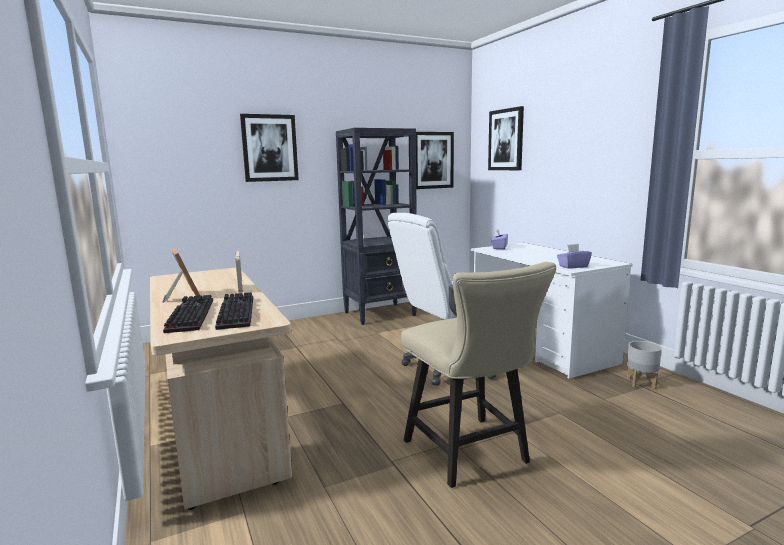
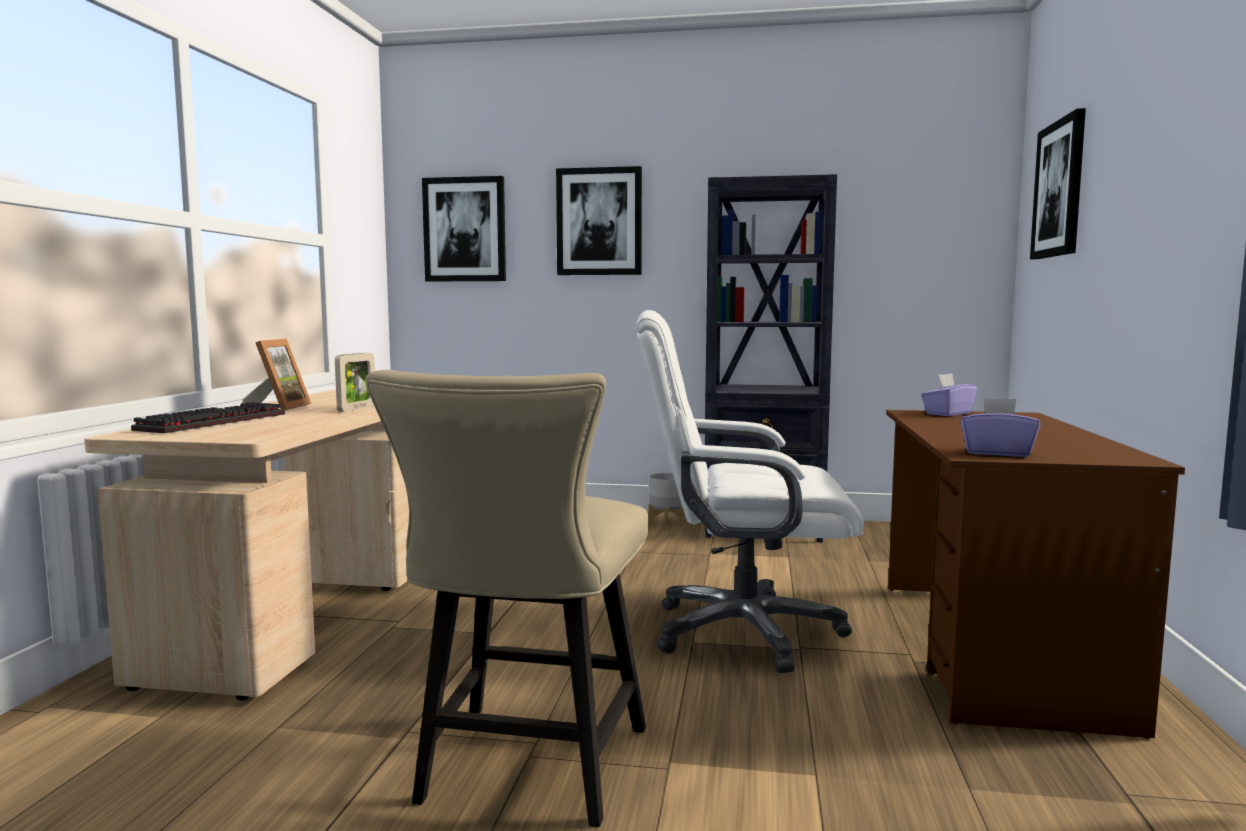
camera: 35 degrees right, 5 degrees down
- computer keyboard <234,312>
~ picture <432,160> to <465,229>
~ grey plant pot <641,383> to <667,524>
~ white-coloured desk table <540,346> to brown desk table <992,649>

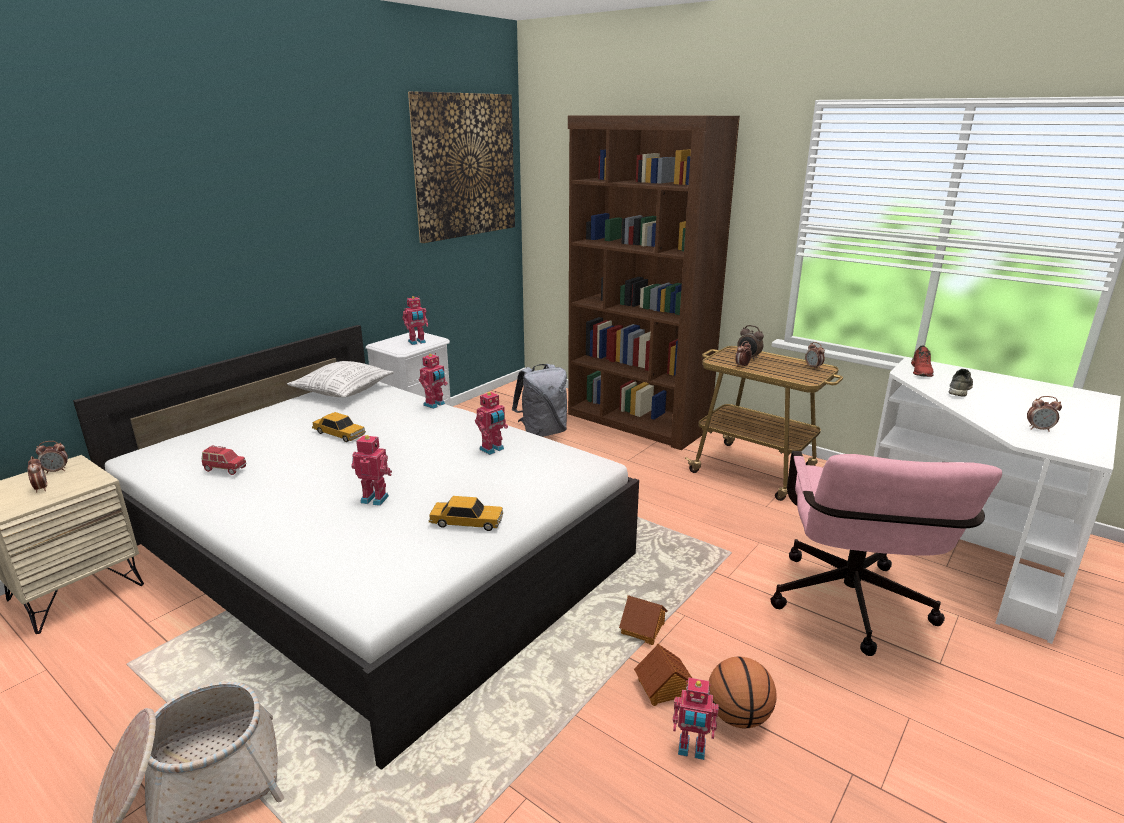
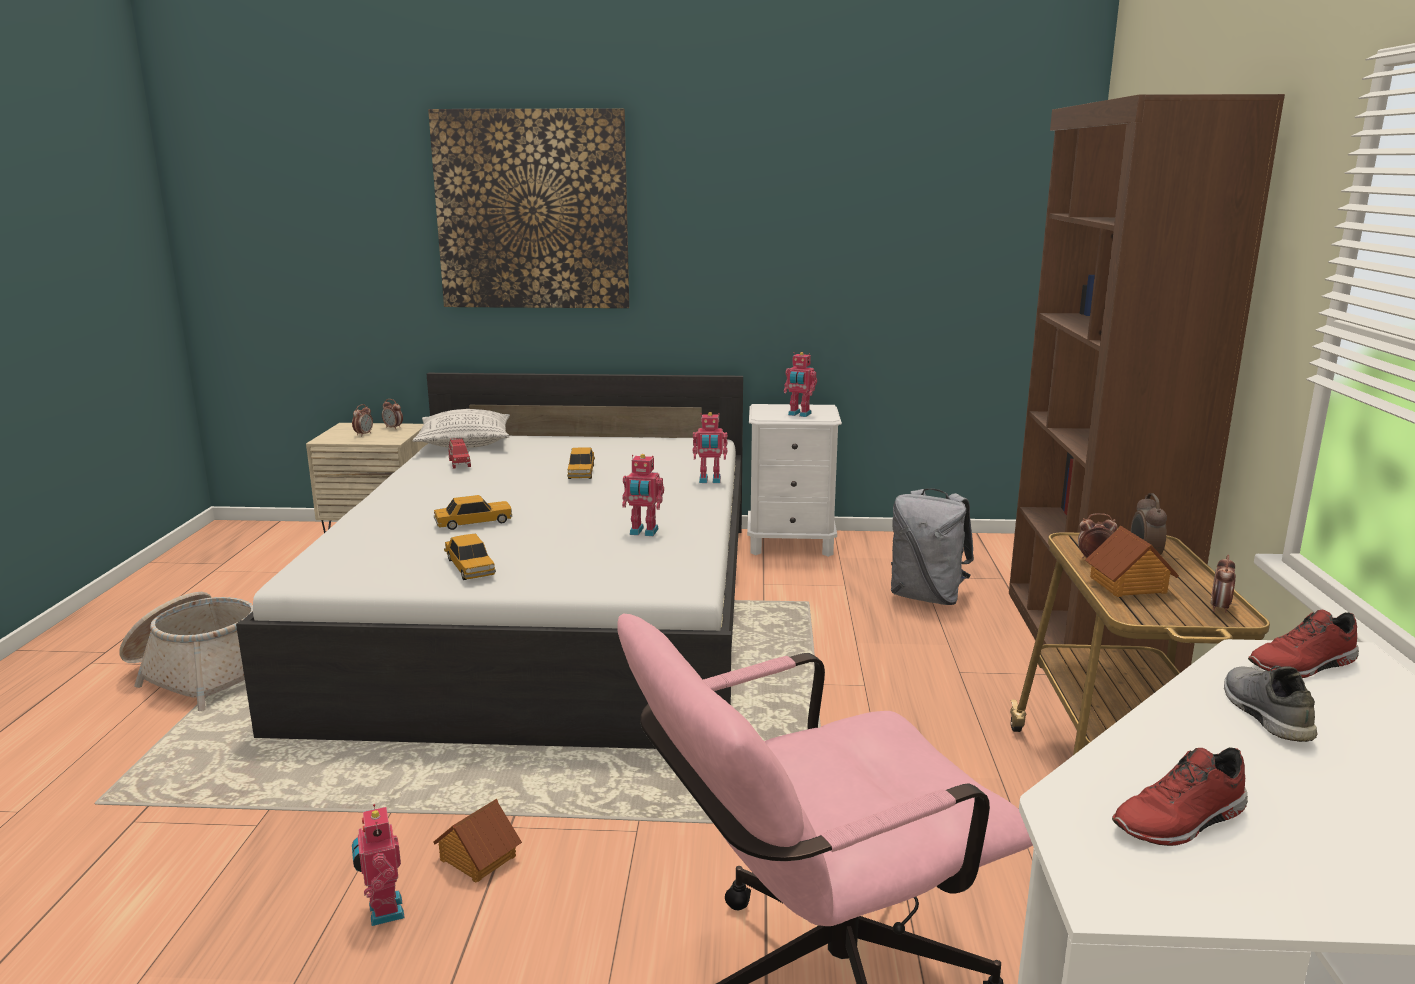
camera: 55 degrees right, 5 degrees down
- basketball ball <738,717>
~ pillow <343,391> to <465,443>
~ picture <465,166> to <532,210>
~ toy house <643,629> to <1128,585>
~ toy robot <375,498> to toy car <474,522>
~ alarm clock <1039,429> to red-coloured item of footwear <1181,822>
~ grey item of footwear <958,390> = <1263,713> 90 degrees counterclockwise

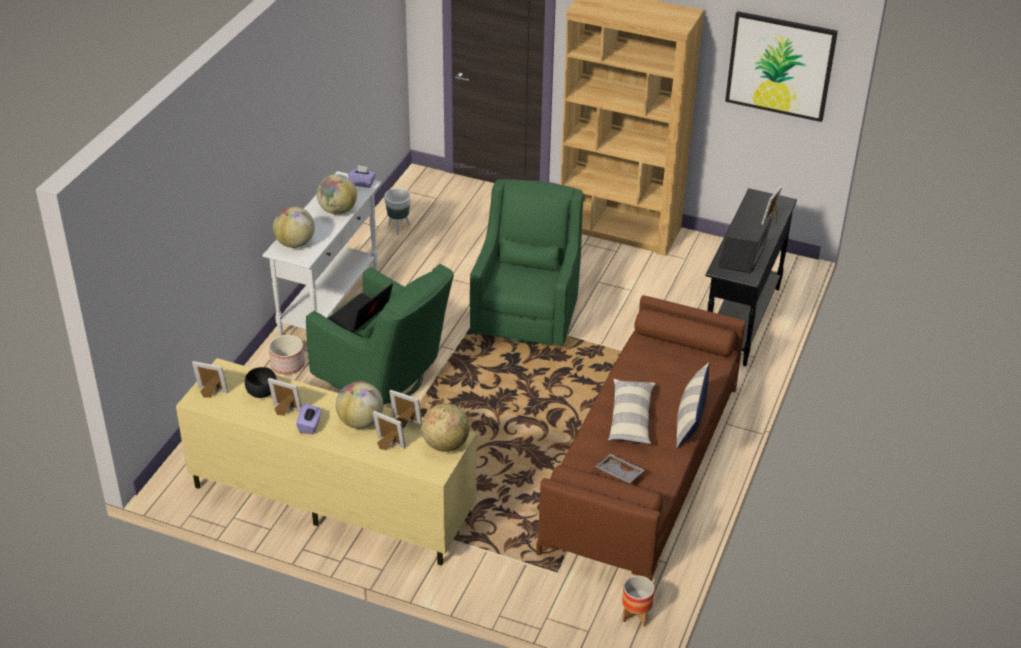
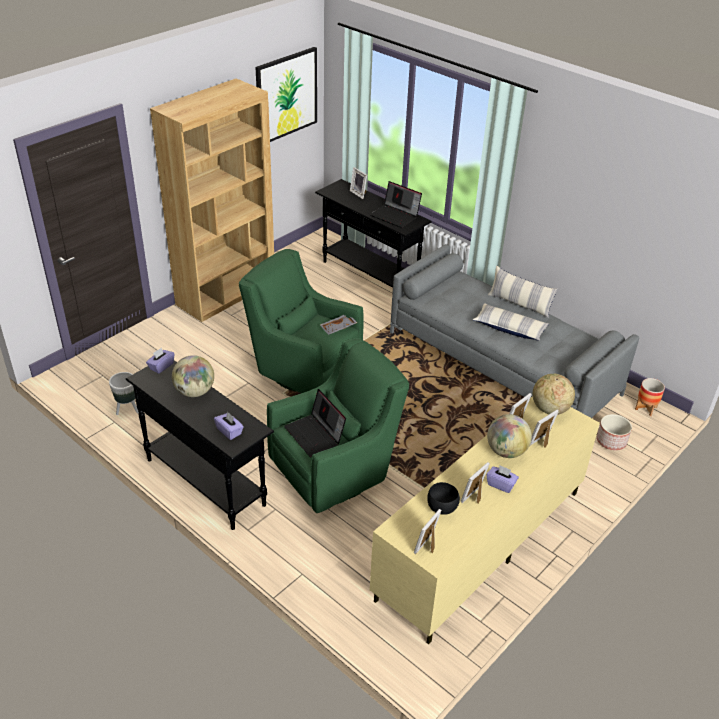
camera: 70 degrees left, 0 degrees up
~ plant pot <287,365> to <611,441>
~ grey tray <618,473> to <338,328>
~ globe <295,243> to purple-coloured tissue box <229,431>
~ white-coloured hall table <330,302> to black-coloured hall table <205,481>
~ brown settee <642,467> to grey settee <502,363>

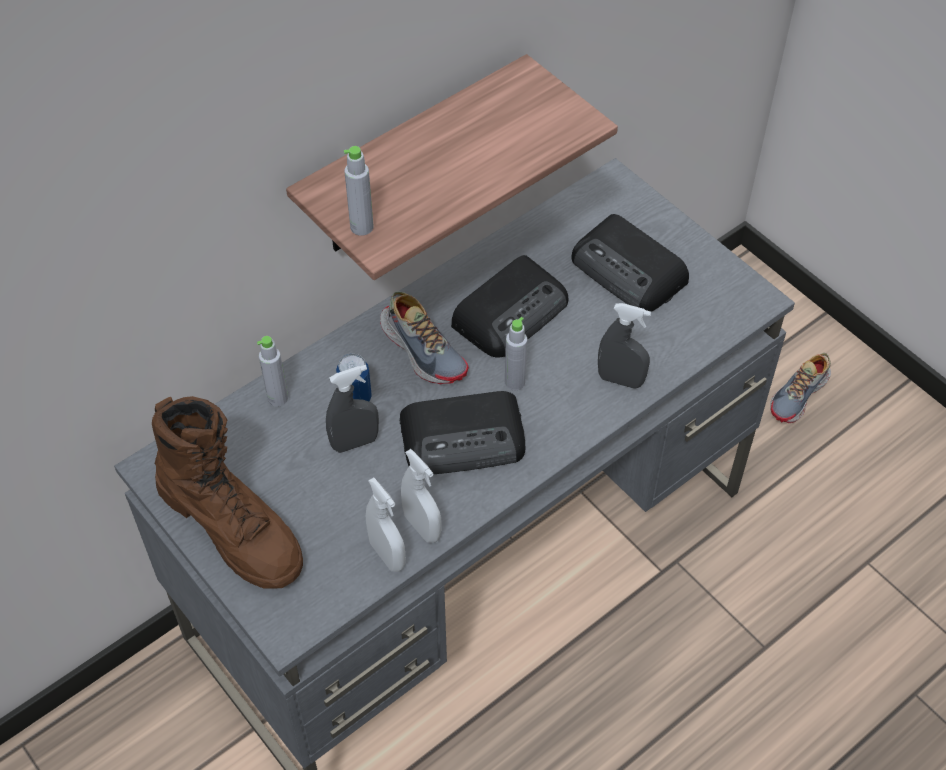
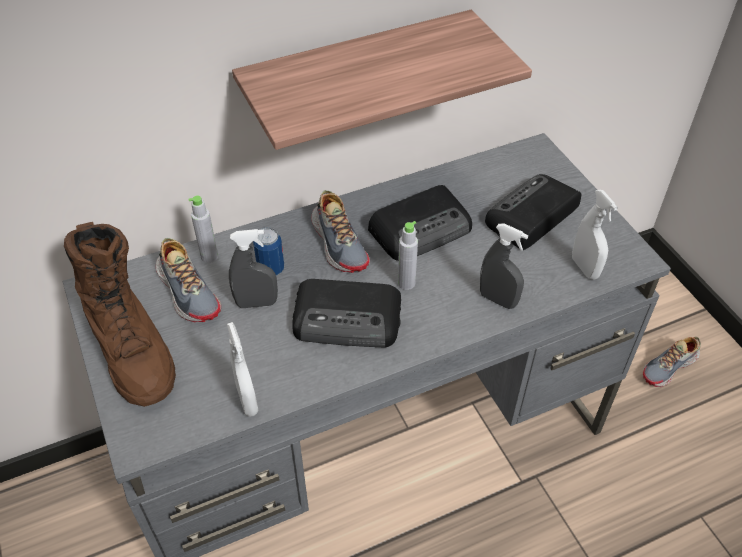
camera: 15 degrees right, 5 degrees down
- grey bottle <361,227>
+ item of footwear <189,291>
~ white-coloured hand sprayer <422,527> to <584,268>
~ radio <629,271> = <531,217> 75 degrees clockwise

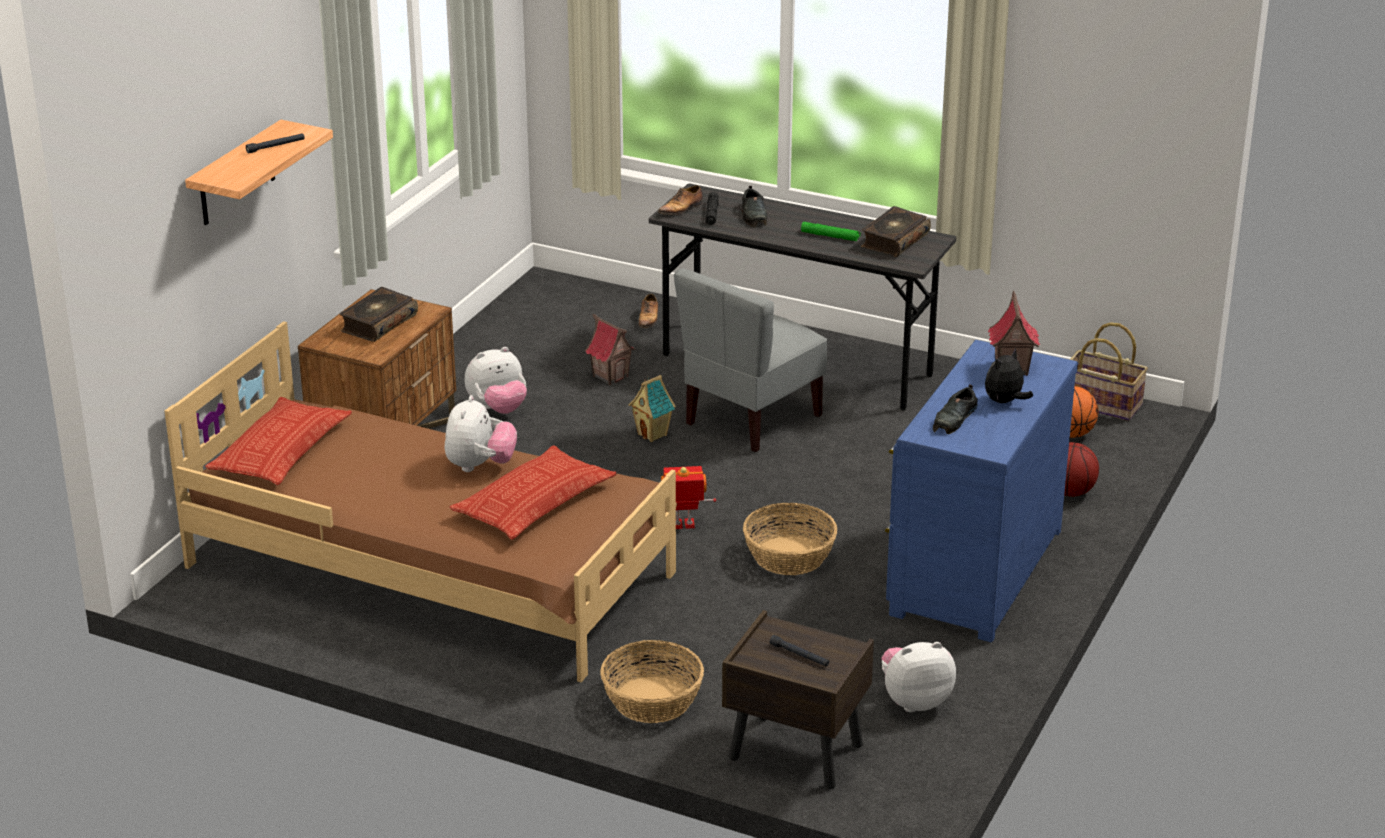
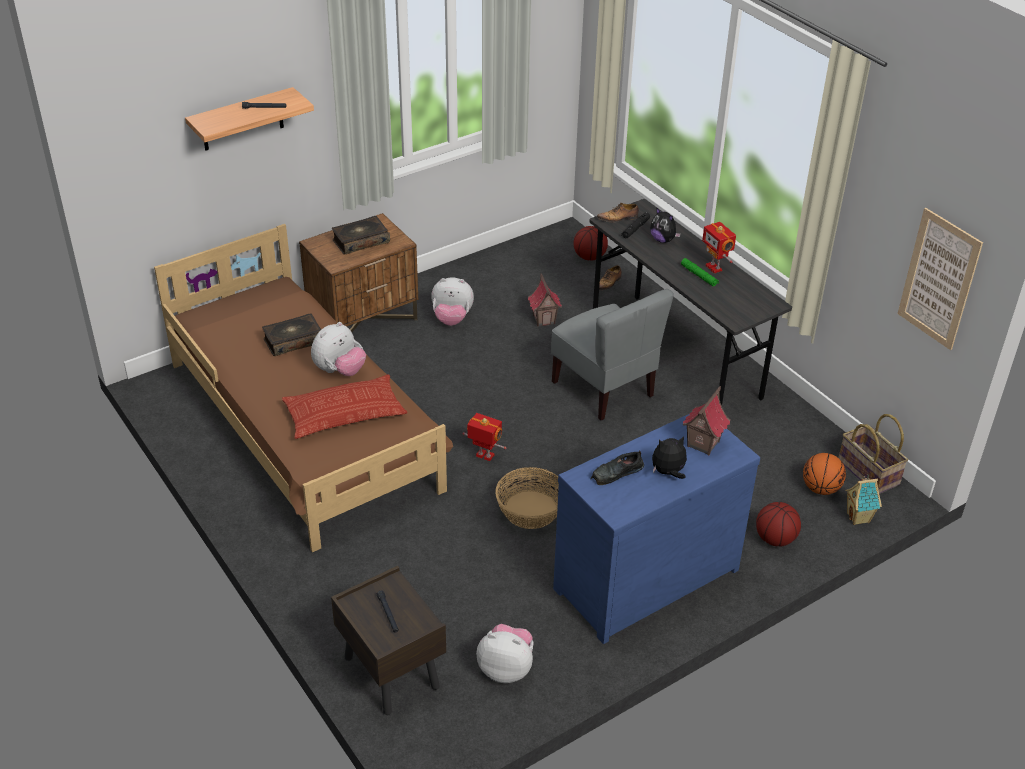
camera: 30 degrees right, 10 degrees up
- pillow <281,451>
- storage basket <651,700>
+ basketball ball <590,257>
+ toy robot <714,267>
+ picture <939,279>
~ toy house <653,434> to <859,518>
~ bound book <894,241> to <293,341>
~ black-coloured item of footwear <754,215> to cuddly toy <663,240>
~ grey chair <751,420> = <604,388> 105 degrees counterclockwise

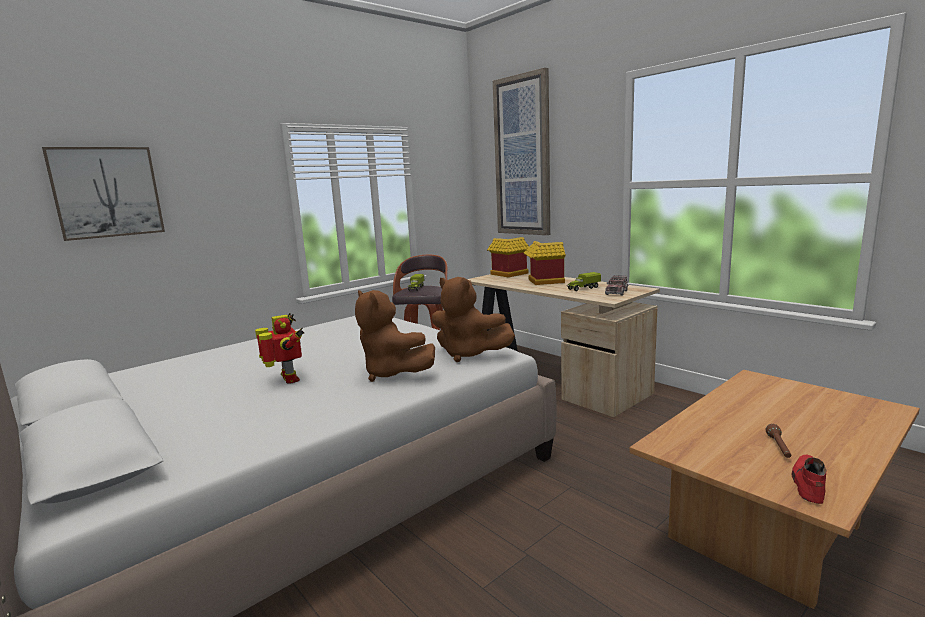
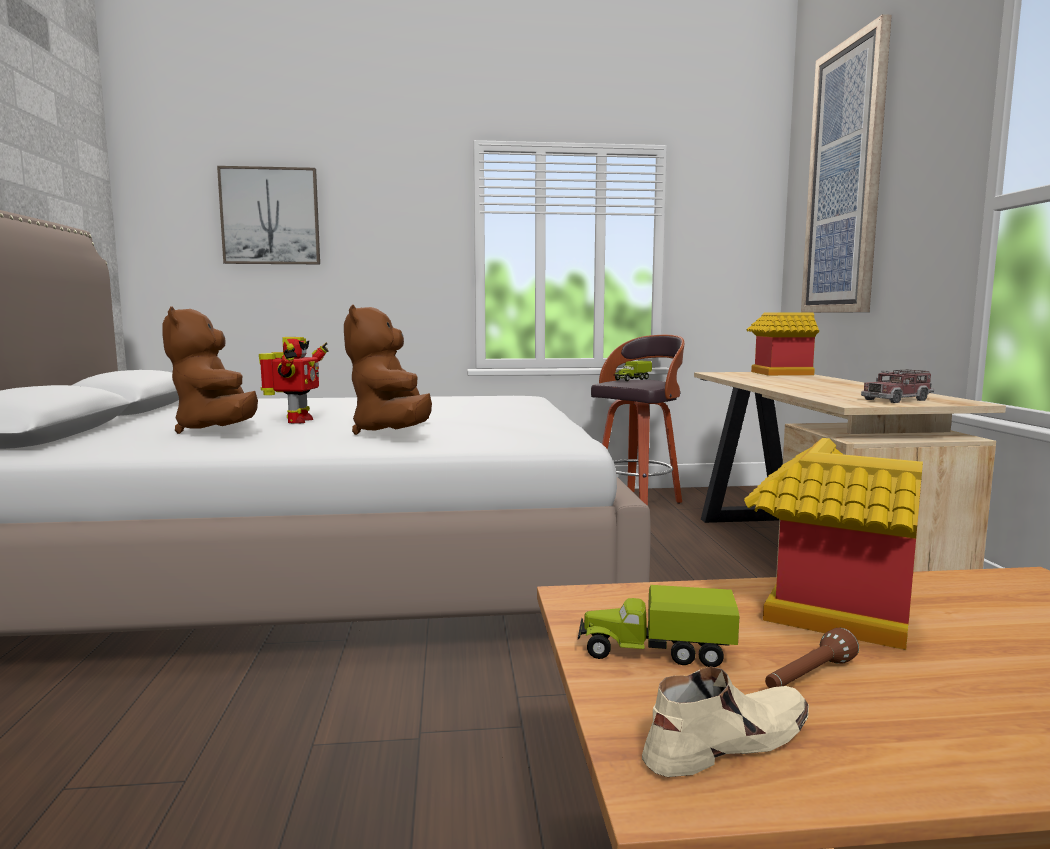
camera: 35 degrees right, 5 degrees down
~ brown cuddly toy <468,354> to <218,431>
~ toy house <542,282> to <817,611>
~ toy lorry <583,288> to <655,652>
~ red-coloured item of footwear <808,483> to beige-coloured item of footwear <725,743>

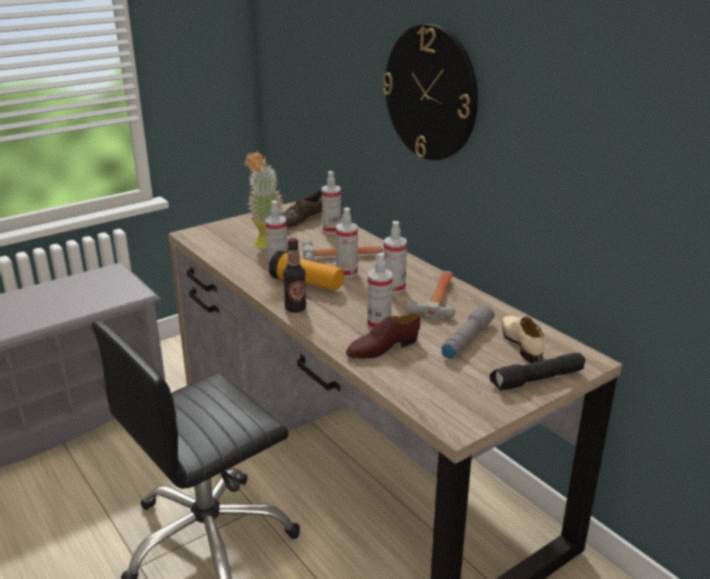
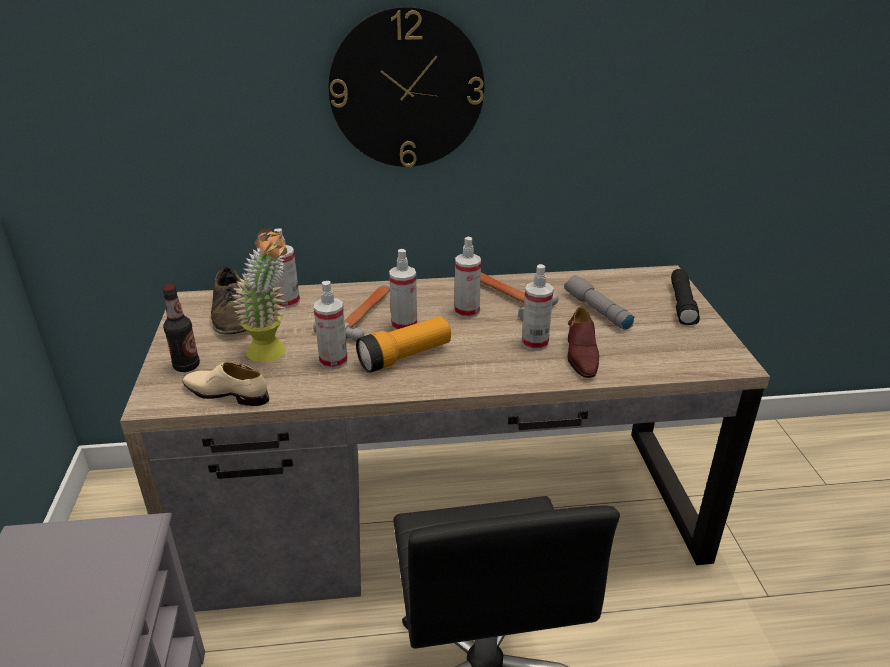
camera: 60 degrees left, 5 degrees up
~ bottle <295,308> to <186,366>
~ beige-coloured item of footwear <521,343> to <226,393>

